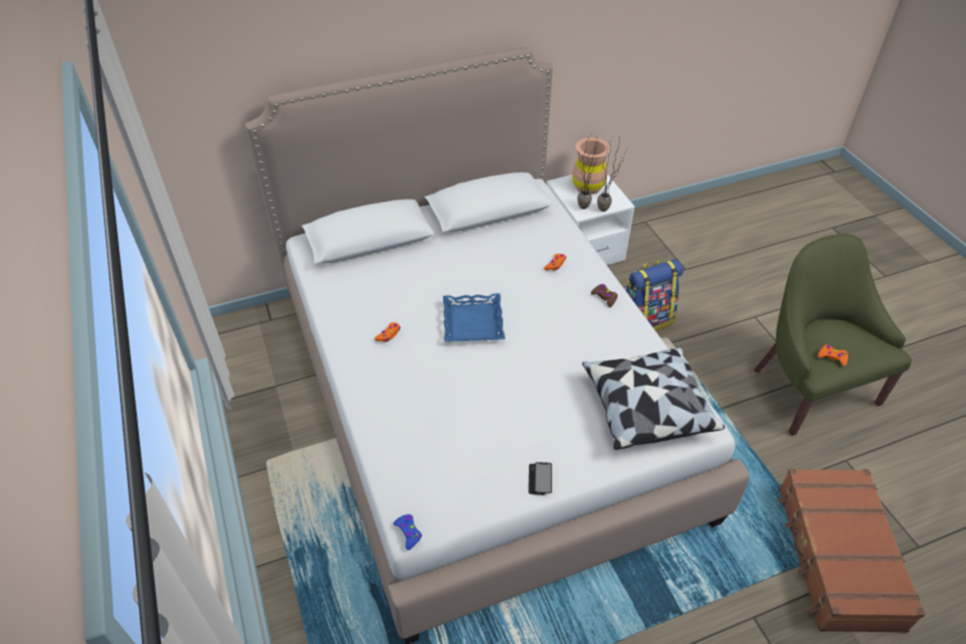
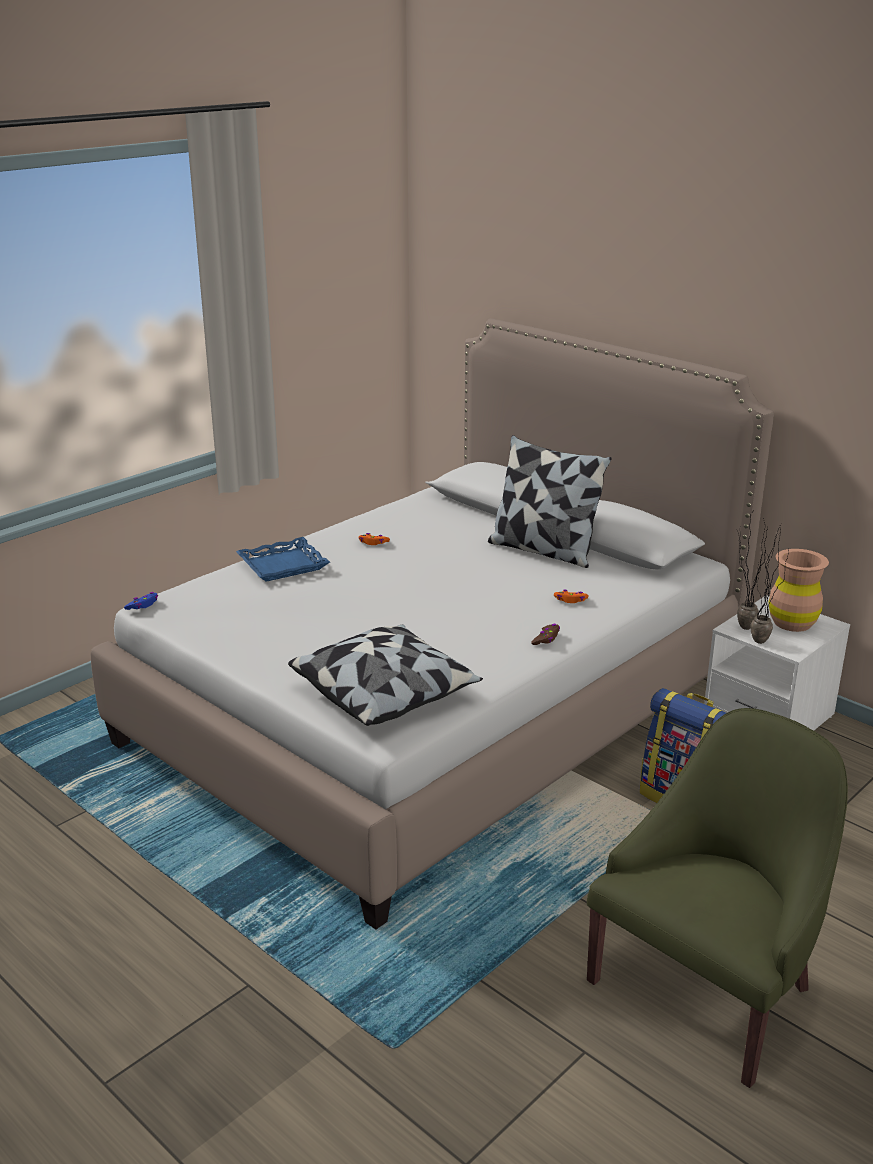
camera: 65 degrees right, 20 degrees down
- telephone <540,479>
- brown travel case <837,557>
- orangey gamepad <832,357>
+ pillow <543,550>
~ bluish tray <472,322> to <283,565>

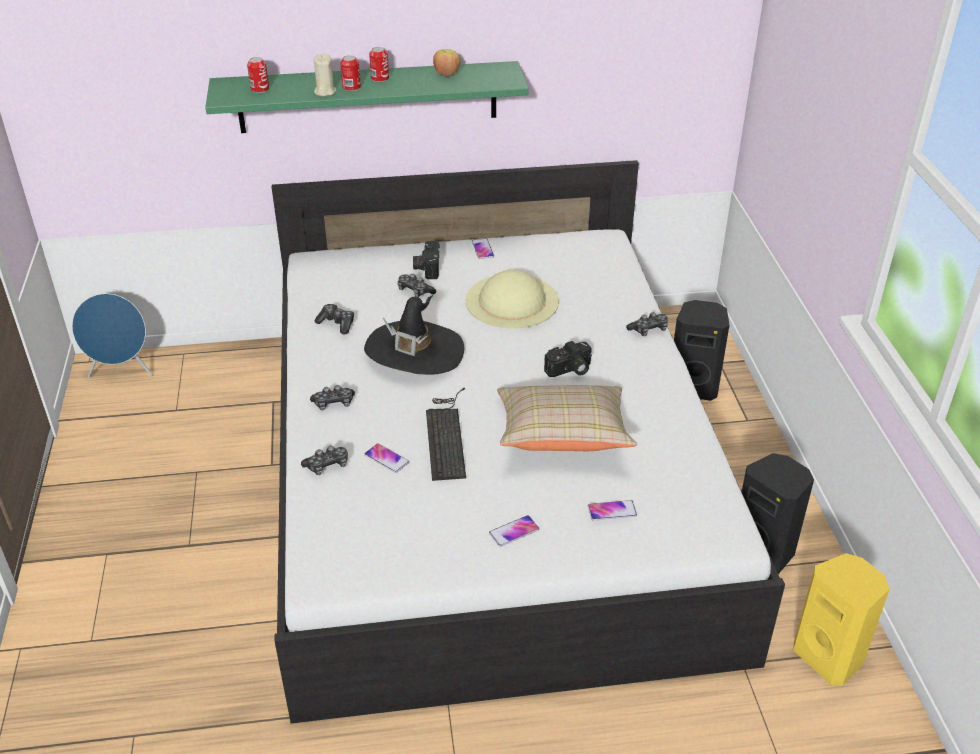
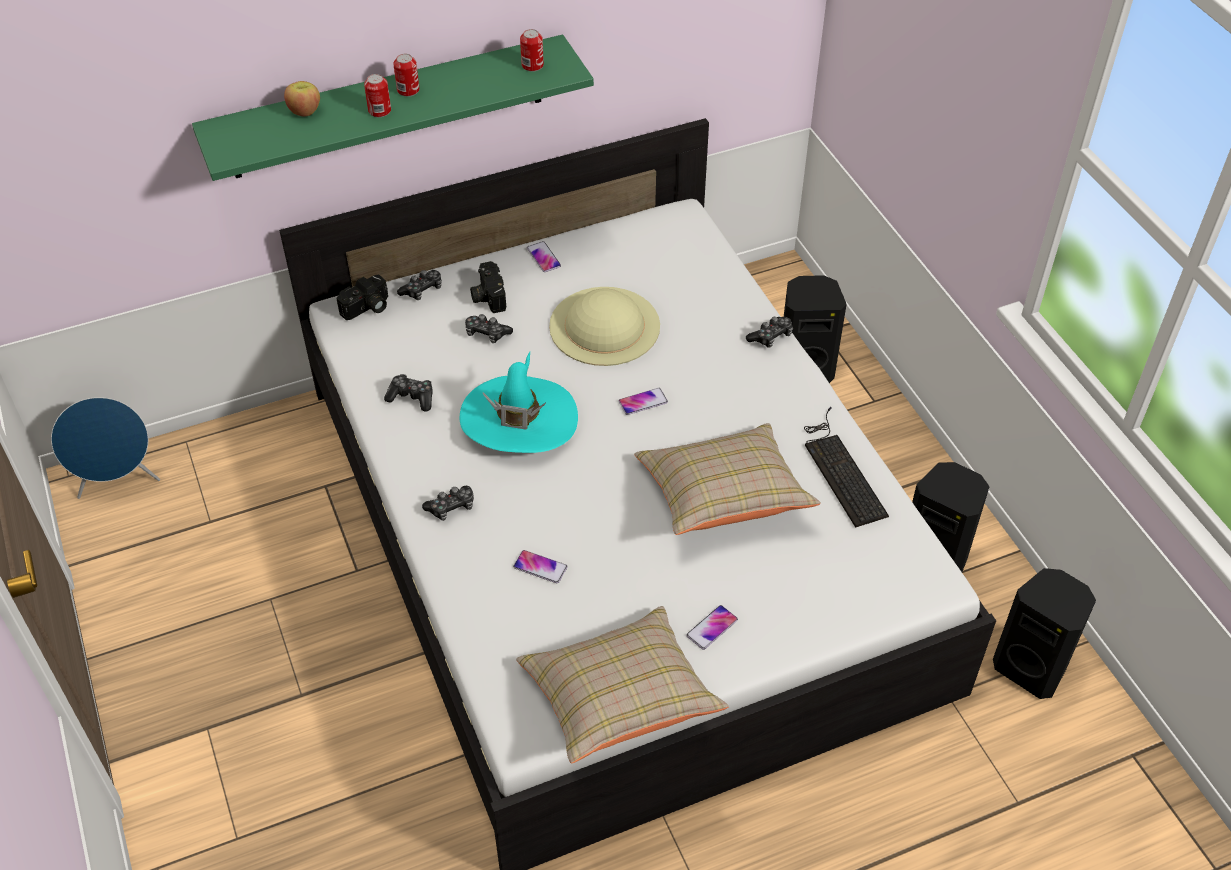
camera: 15 degrees left, 10 degrees up
- beige-coloured candle <325,91>
+ beige-coloured pillow <619,700>
~ sealed can <260,89> to <532,65>
~ gamepad <327,465> to <422,290>
~ computer keyboard <446,435> to <841,469>
~ whole apple <447,74> to <305,111>
~ photo camera <570,370> to <367,308>
~ telephone <612,511> to <643,402>
~ black-coloured hat <414,352> to blue-green hat <519,419>
~ yellow-coloured loudspeaker <829,656> to black-coloured loudspeaker <1031,667>

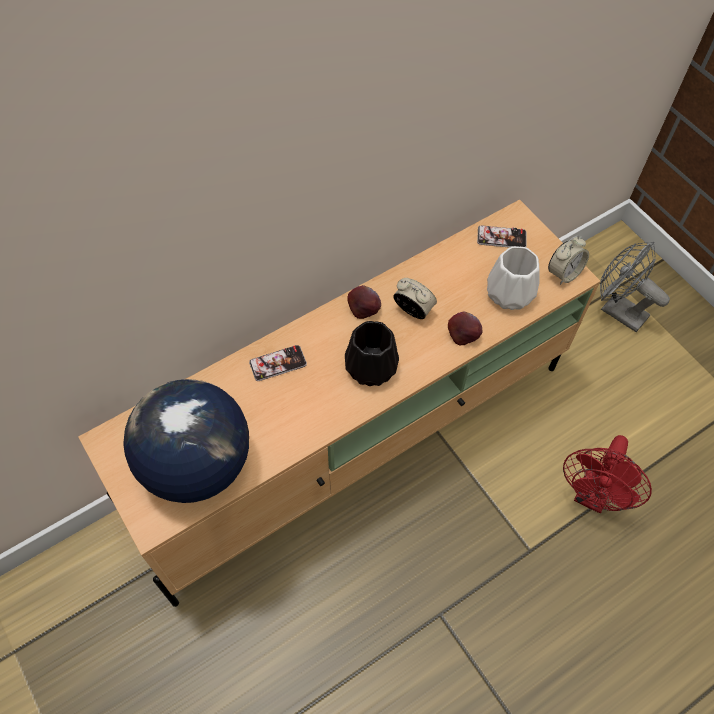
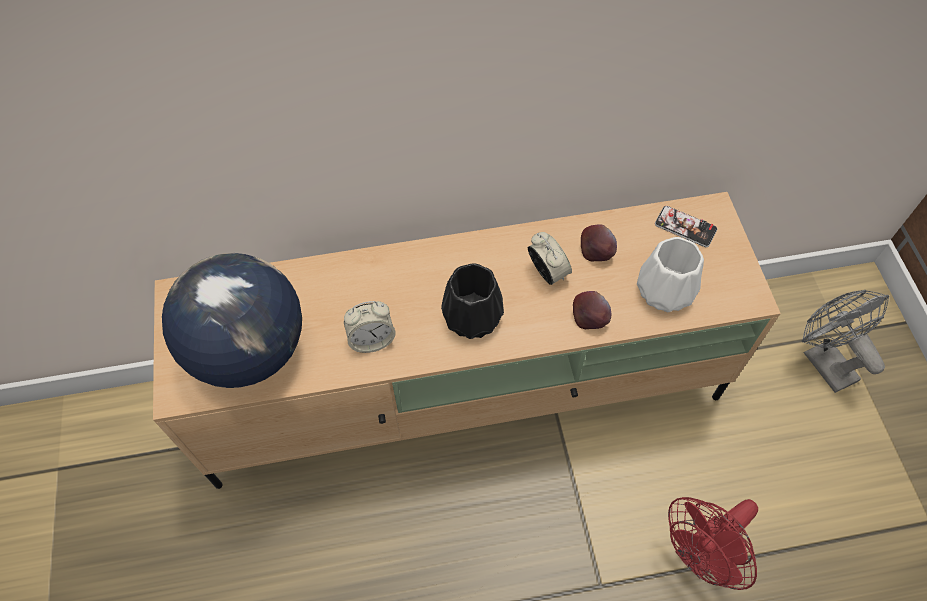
camera: 25 degrees right, 0 degrees up
- telephone <278,363>
~ whole apple <364,309> to <596,252>
~ alarm clock <563,273> to <372,339>

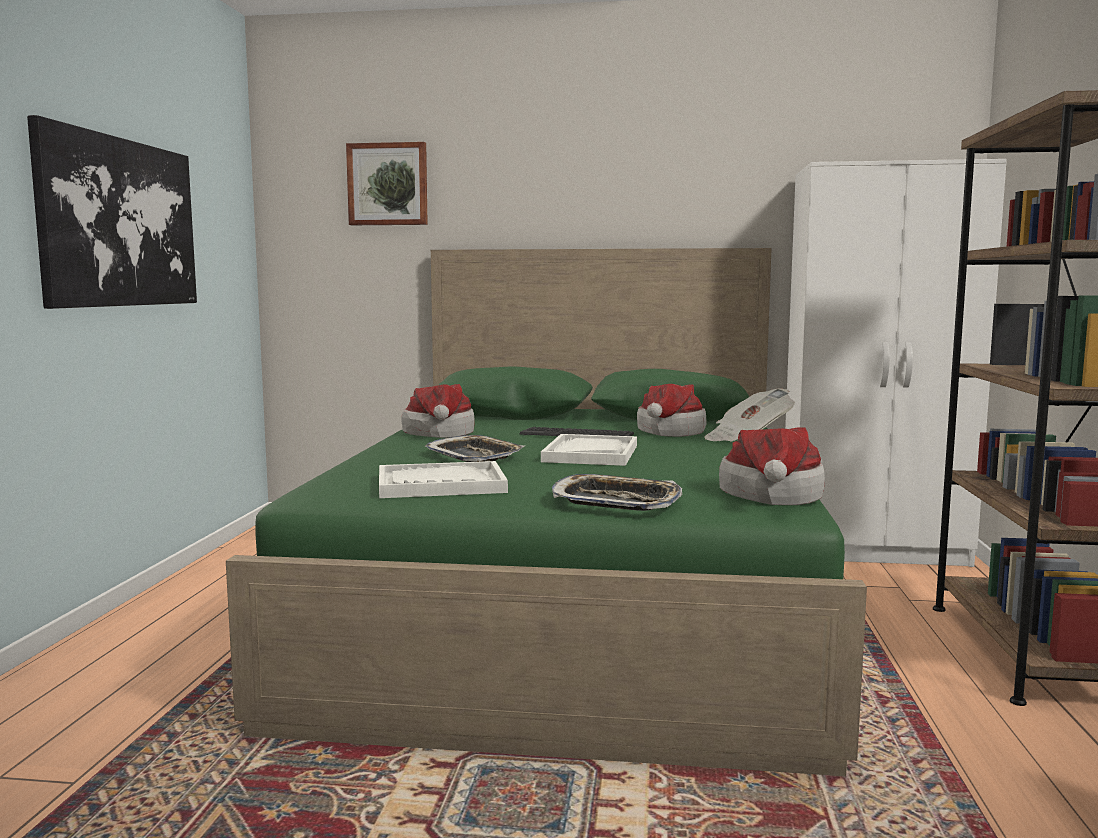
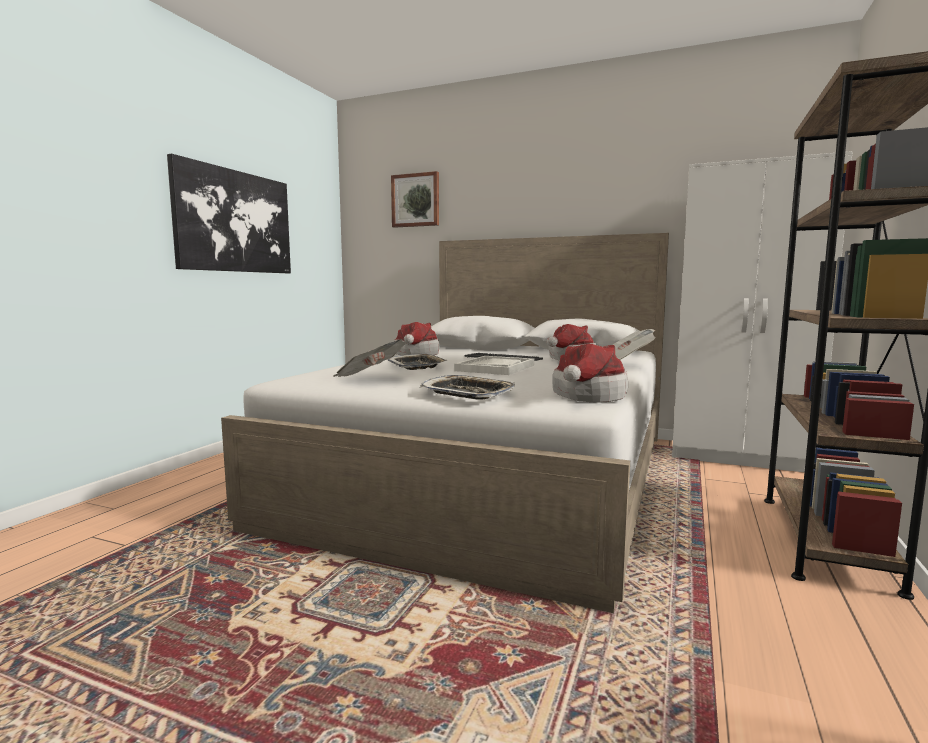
camera: 15 degrees right, 0 degrees up
~ white-coloured tray <440,484> to printed paper <370,379>
~ greenish bed <575,606> to white-coloured bed <494,474>

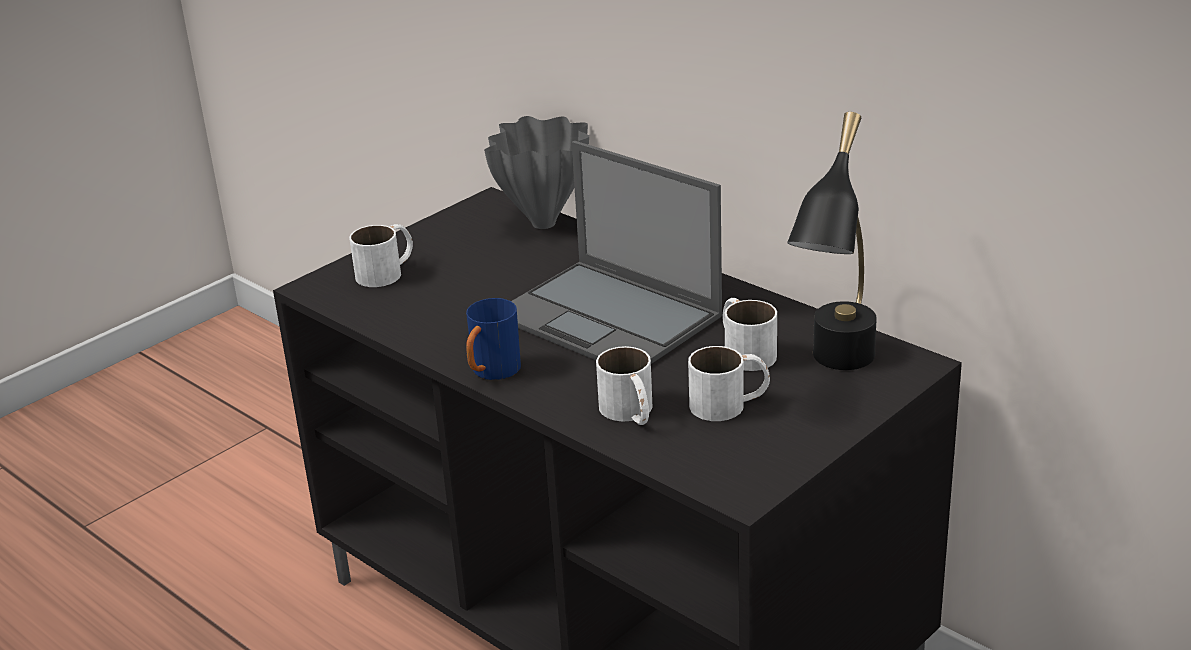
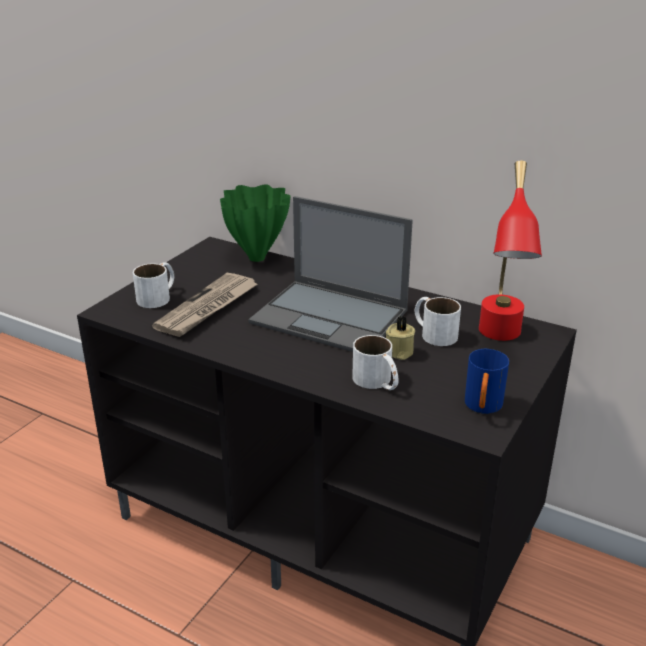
camera: 15 degrees left, 0 degrees up
- white-coloured coffee mug <730,403>
+ printed paper <207,308>
+ beige-coloured candle <398,352>
~ bluish coffee mug <491,373> to <482,408>
~ grey flower vase <545,223> to greenish flower vase <258,257>
~ black-coloured tabletop lamp <836,369> to red-coloured tabletop lamp <500,340>

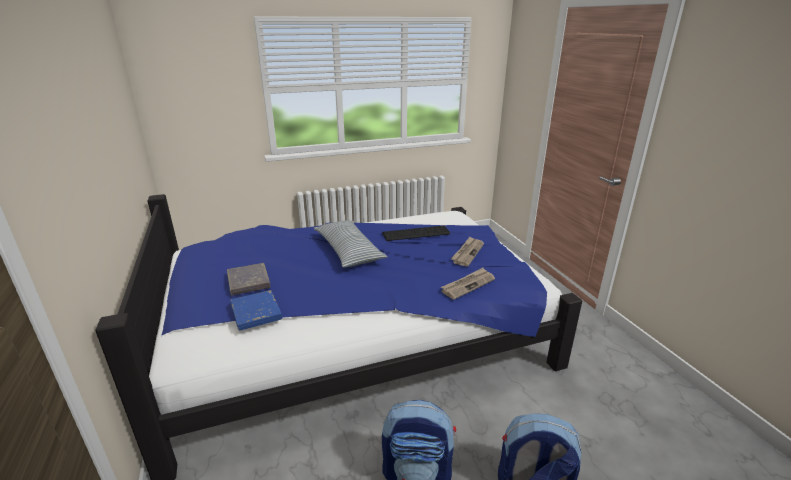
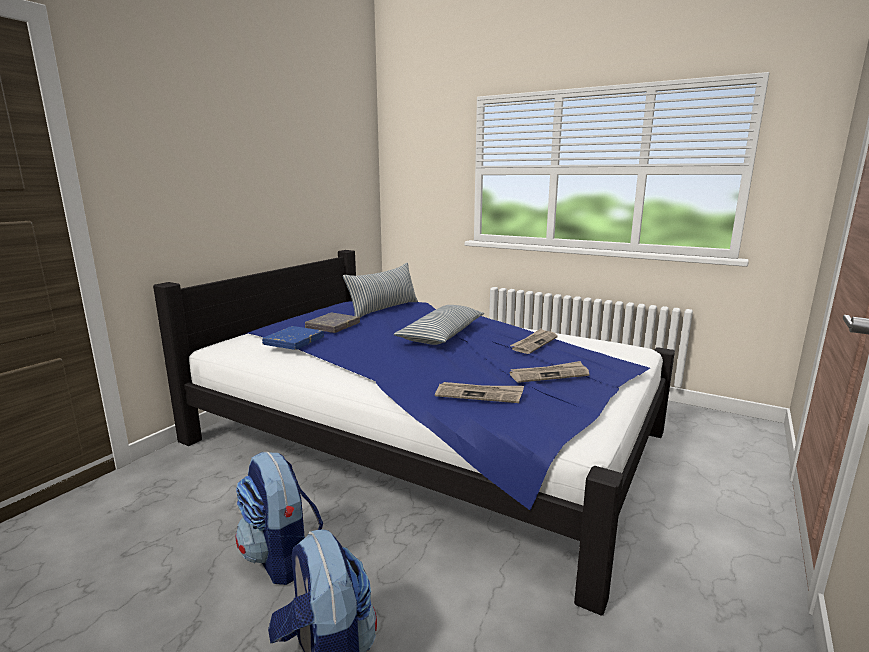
camera: 50 degrees right, 10 degrees down
+ pillow <384,309>
~ computer keyboard <415,233> to printed paper <534,343>

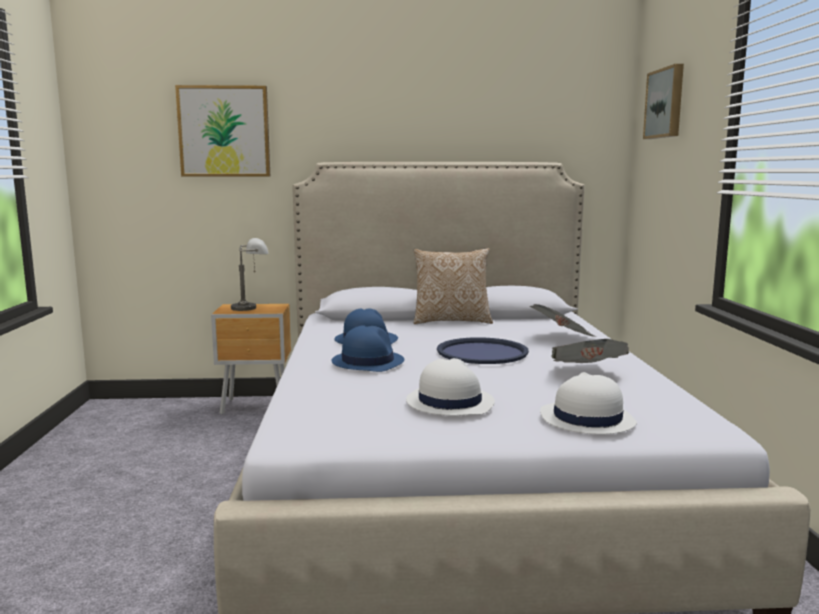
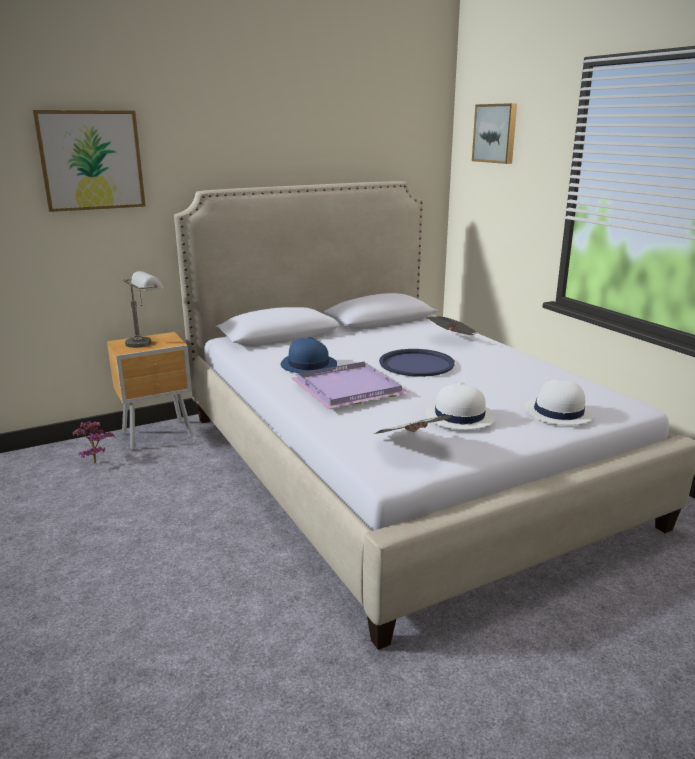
camera: 25 degrees left, 10 degrees up
- pillow <451,321>
+ houseplant <94,461>
~ printed paper <587,373> to <411,444>
~ bluish hat <367,361> to purple-coloured tray <346,388>

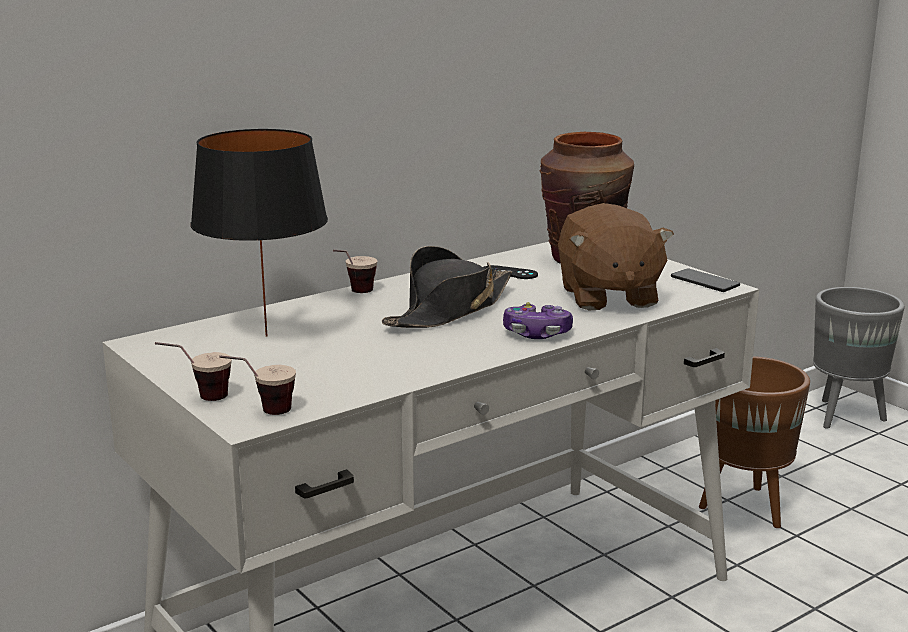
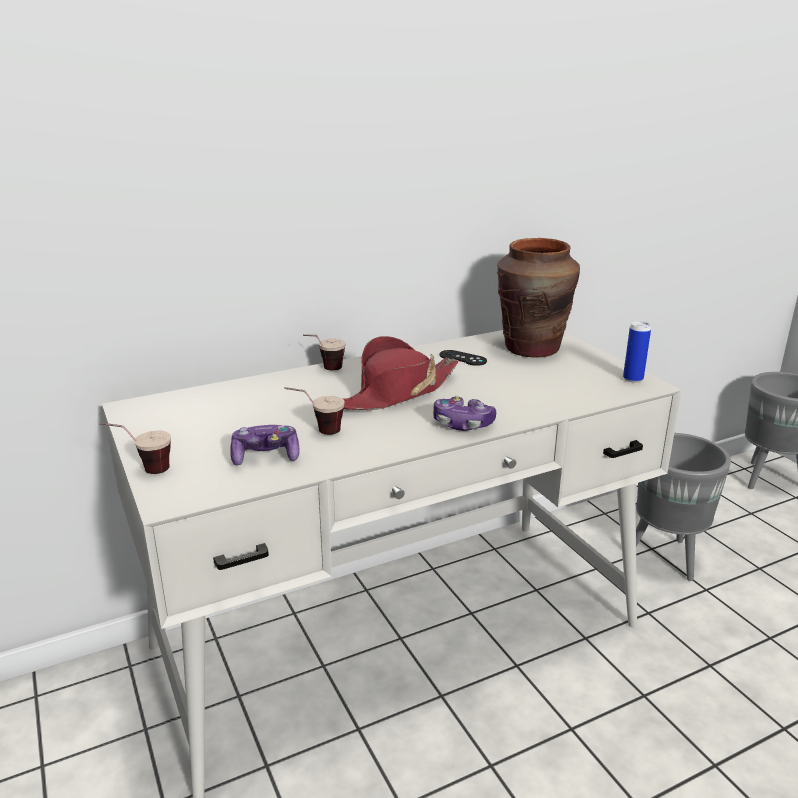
camera: 10 degrees right, 5 degrees up
- black-coloured tabletop lamp <265,336>
- brown cuddly toy <607,296>
+ gamepad <266,456>
~ small cup <260,413> to <316,432>
~ telephone <704,282> to sealed can <633,379>
~ black-coloured hat <449,310> to red-coloured hat <396,393>
~ brown plant pot <746,508> to grey plant pot <667,558>

